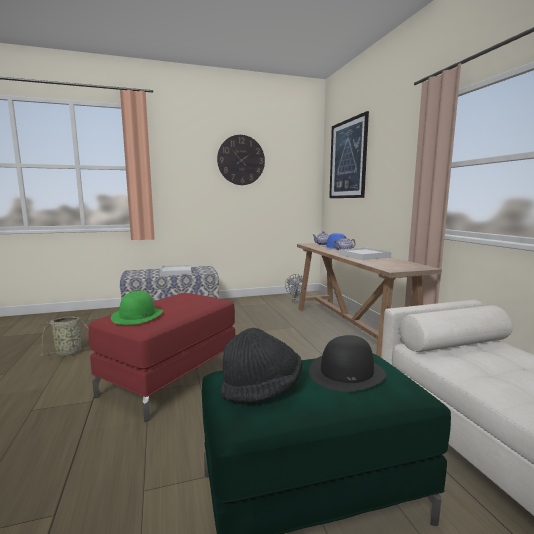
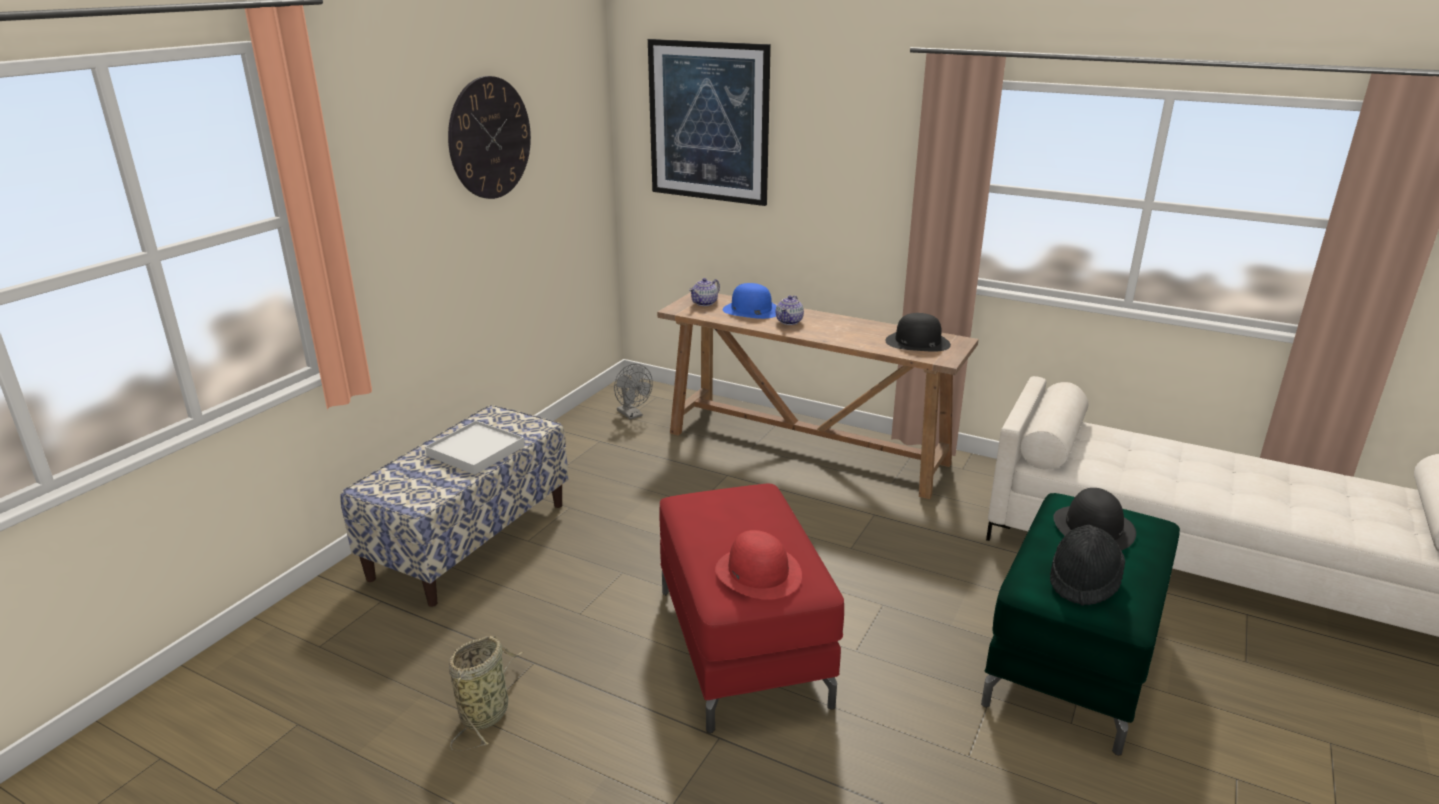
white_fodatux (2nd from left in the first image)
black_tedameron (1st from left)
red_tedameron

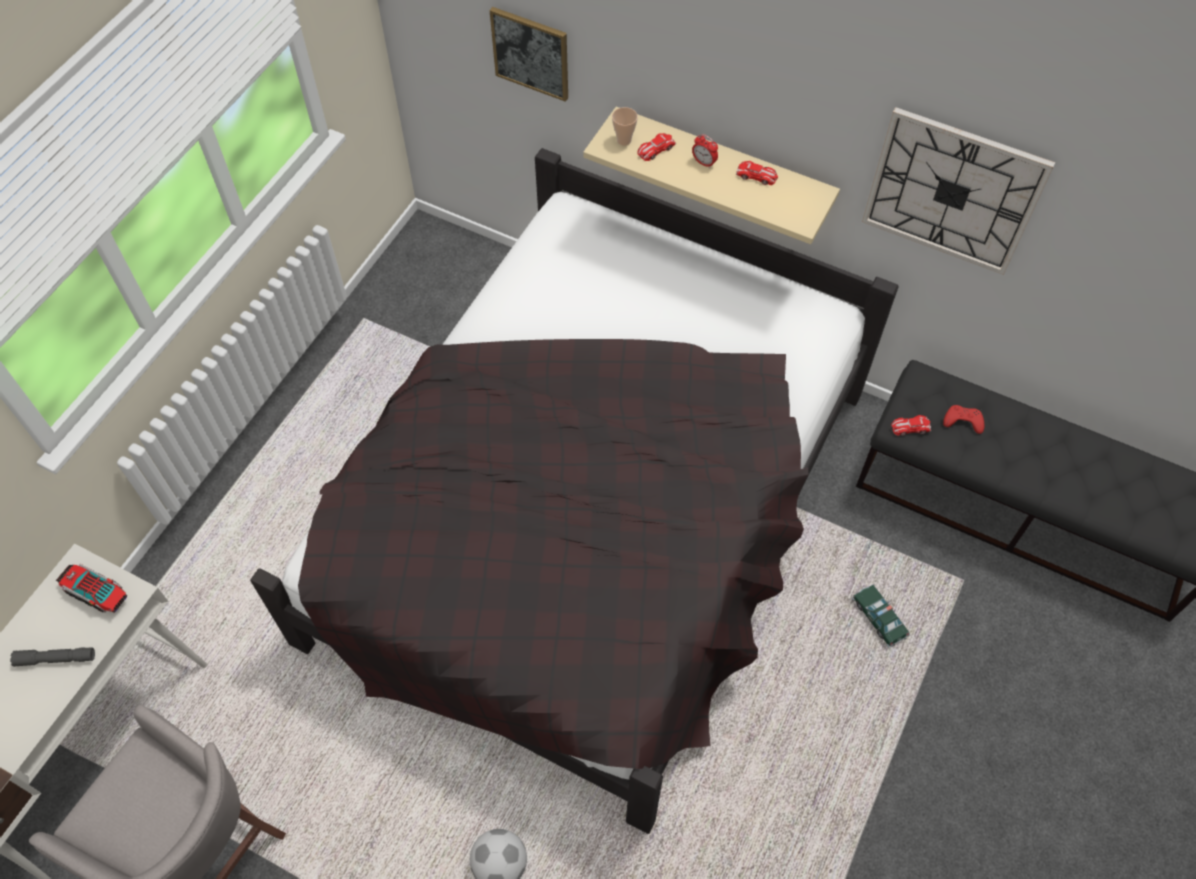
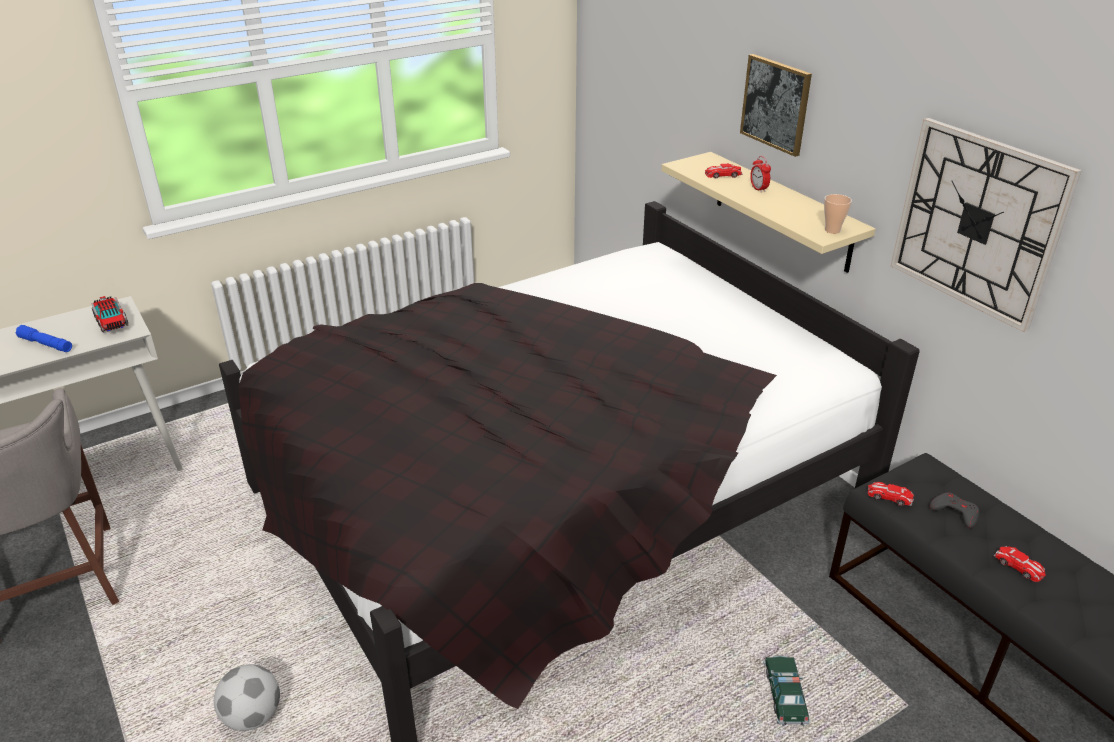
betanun
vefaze
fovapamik (4th from left)
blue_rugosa
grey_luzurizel

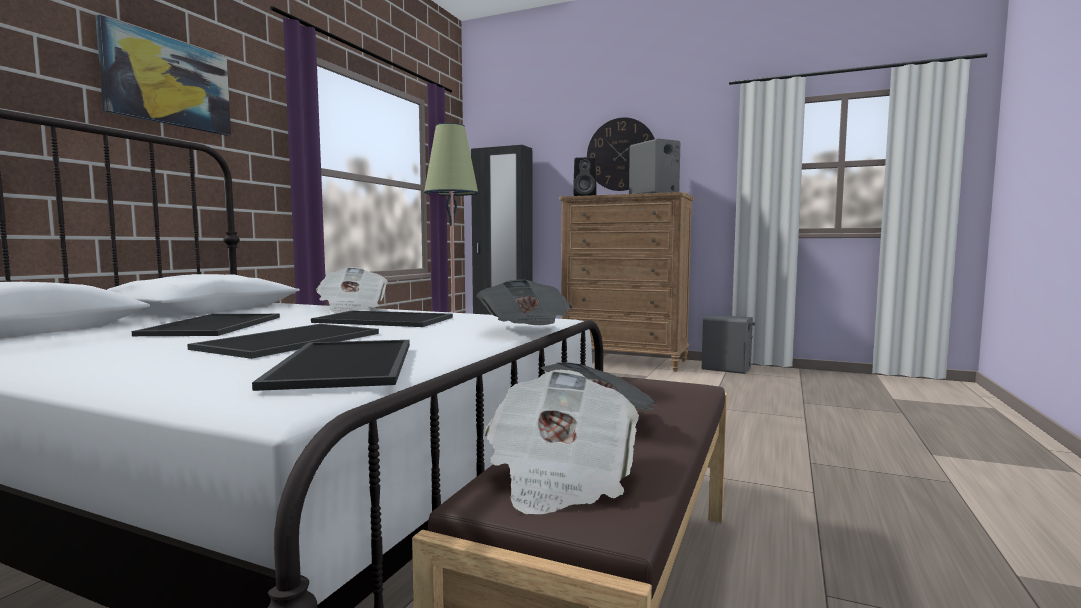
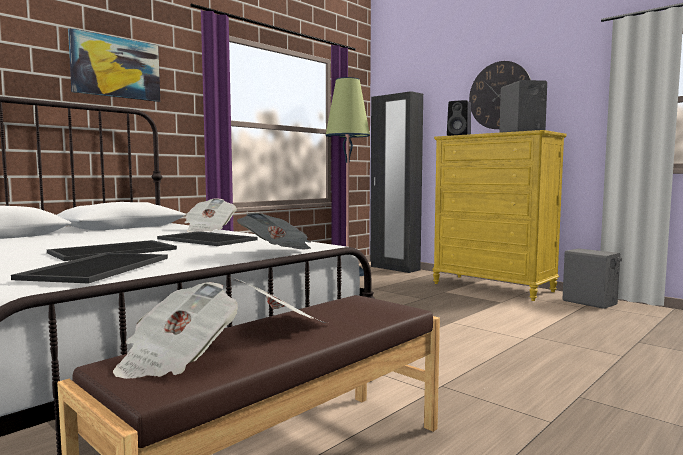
fodatux (1st from left in the first image)
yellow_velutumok

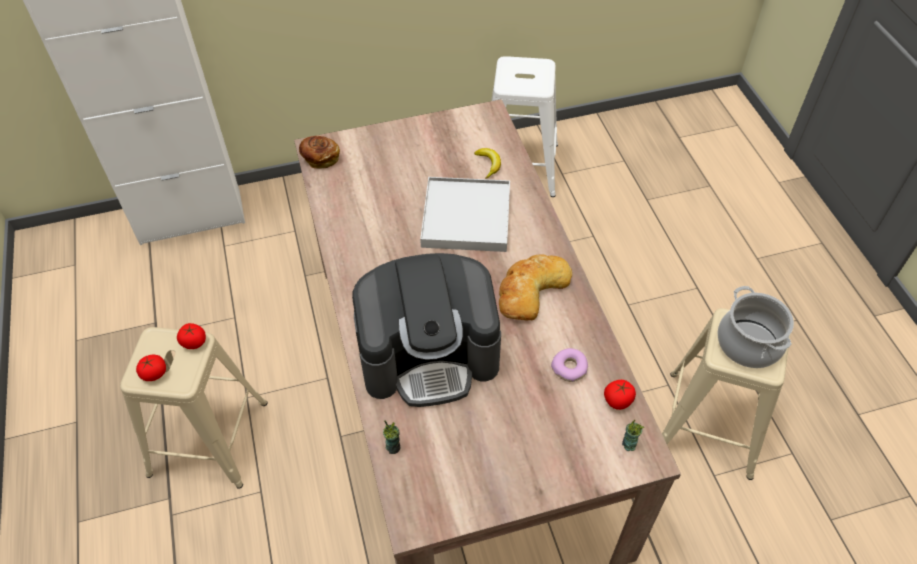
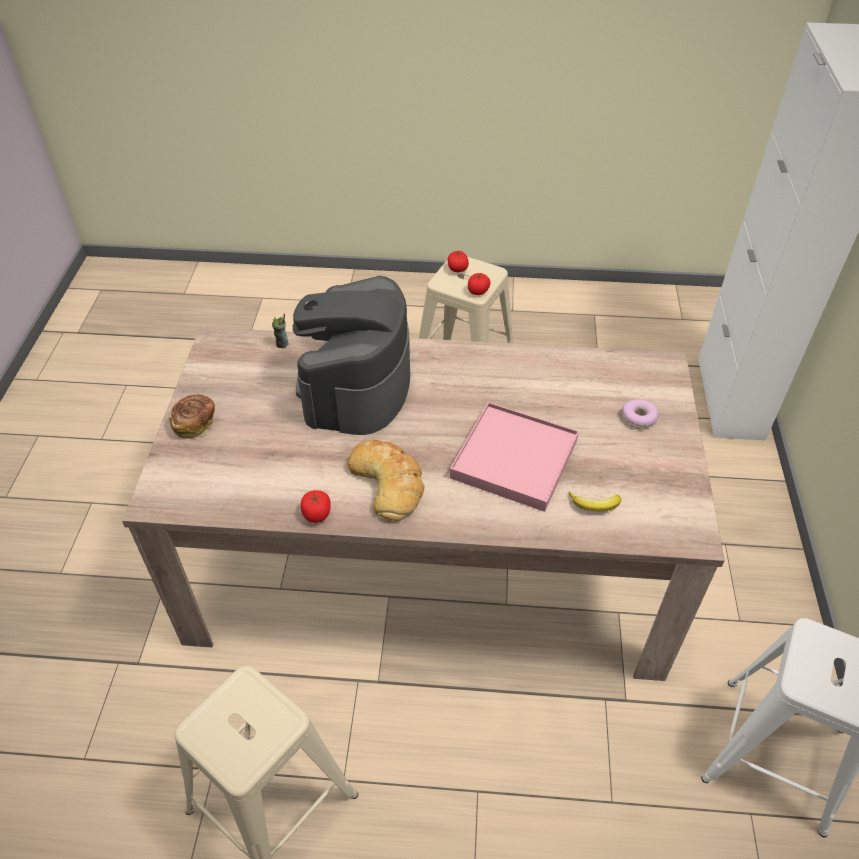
vefaze (2nd from left in the first image)
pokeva
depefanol (1st from left)
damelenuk
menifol (1st from left)
pink_fodatux

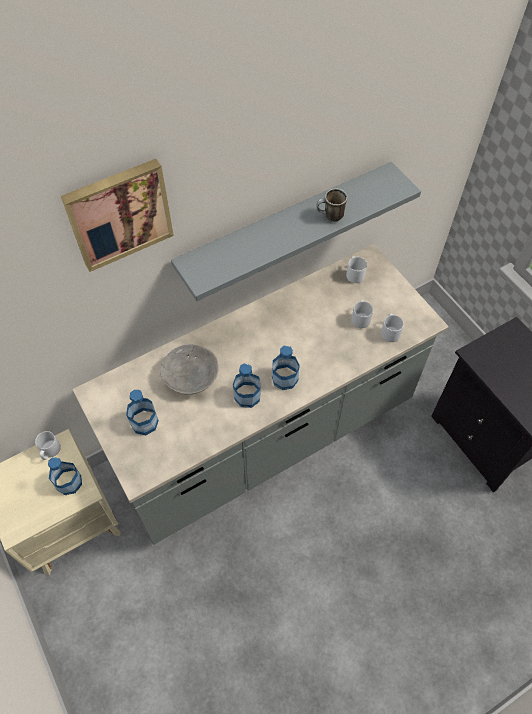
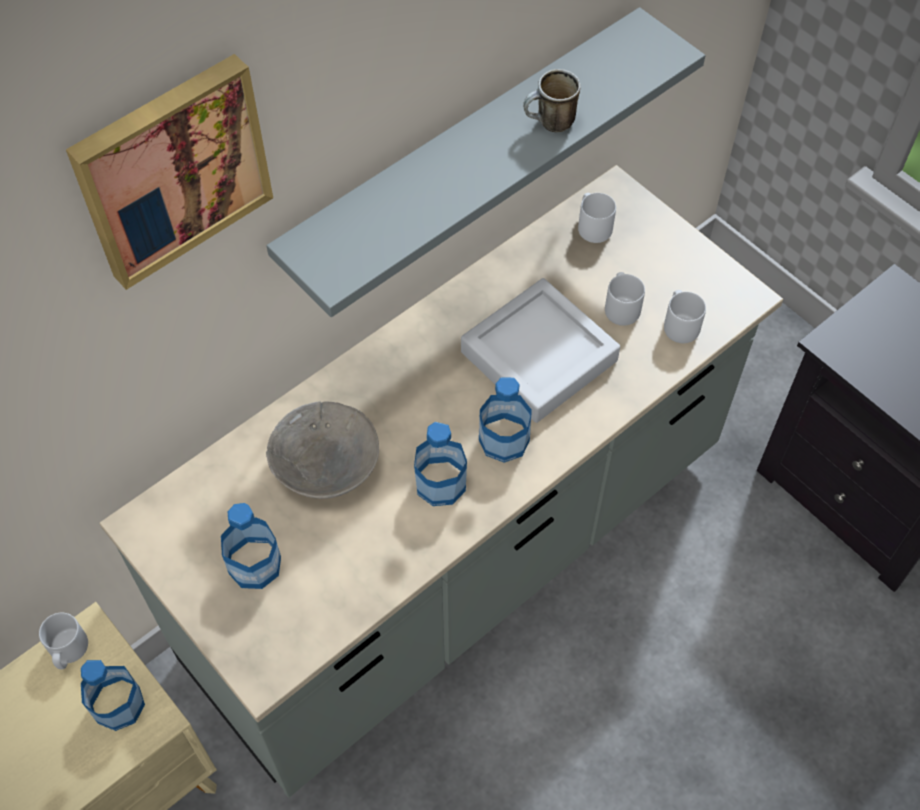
grey_fodatux

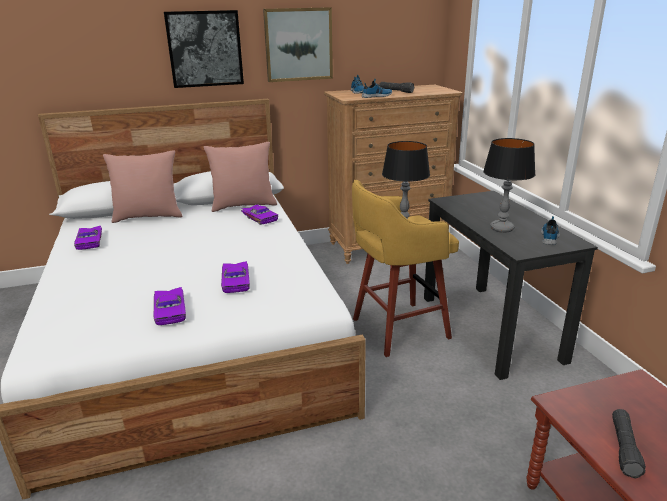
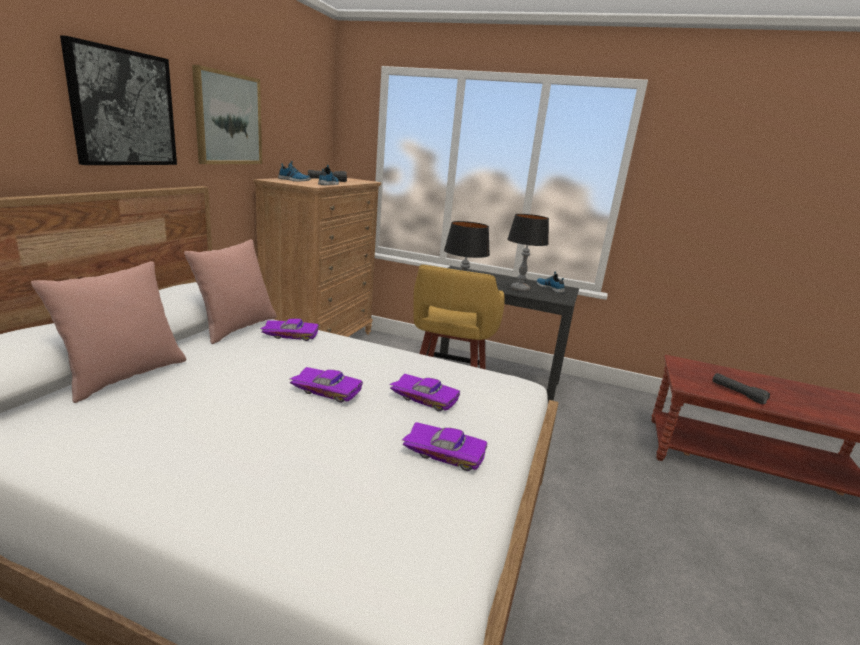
purple_fovapamik (2nd from left)

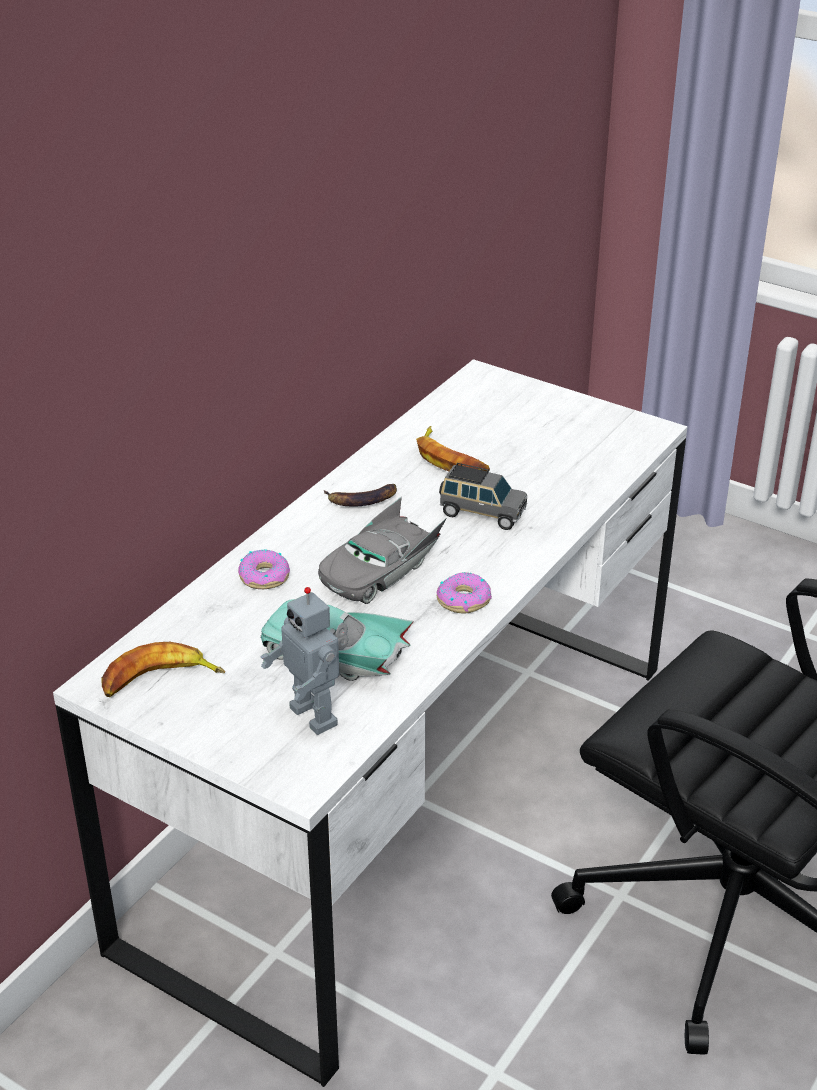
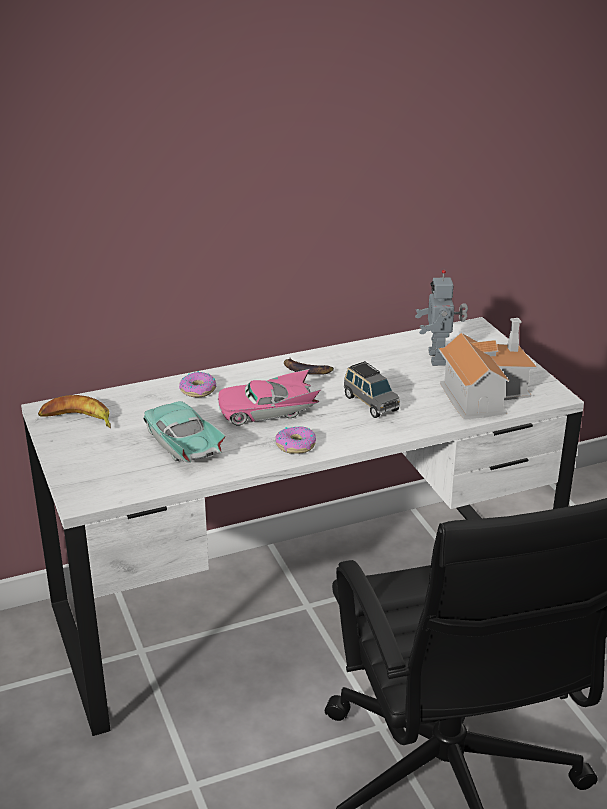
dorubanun (3rd from left in the first image)
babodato
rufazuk
pink_fovapamik

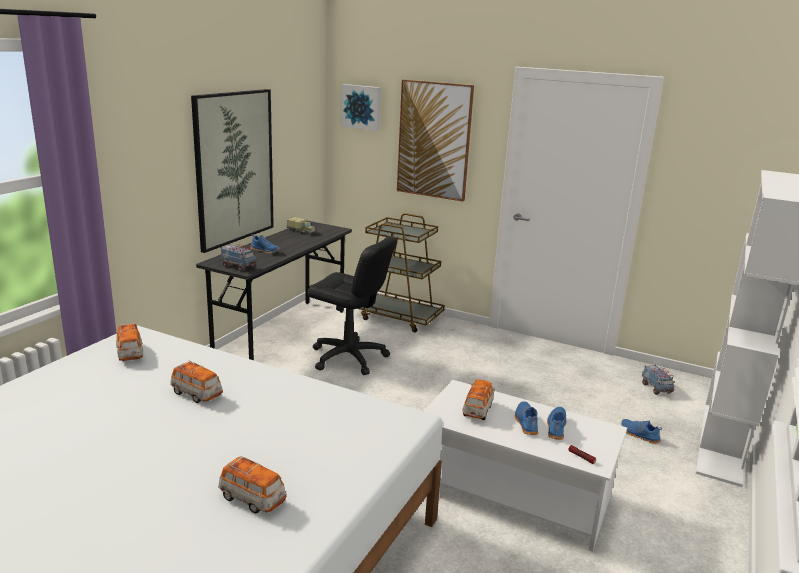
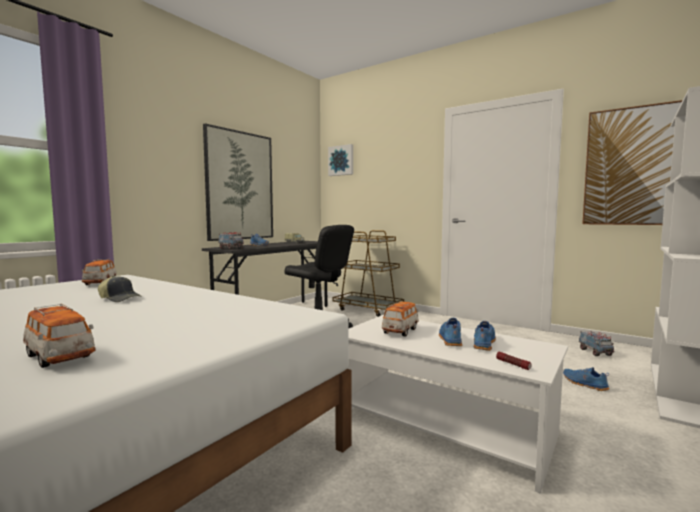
betanun (3rd from left)
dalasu

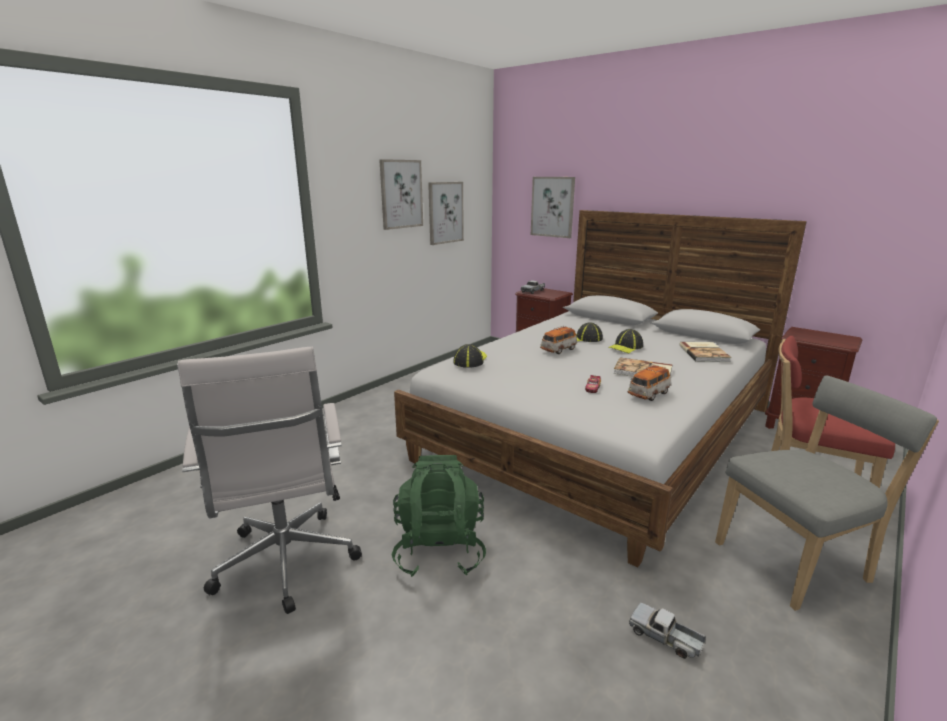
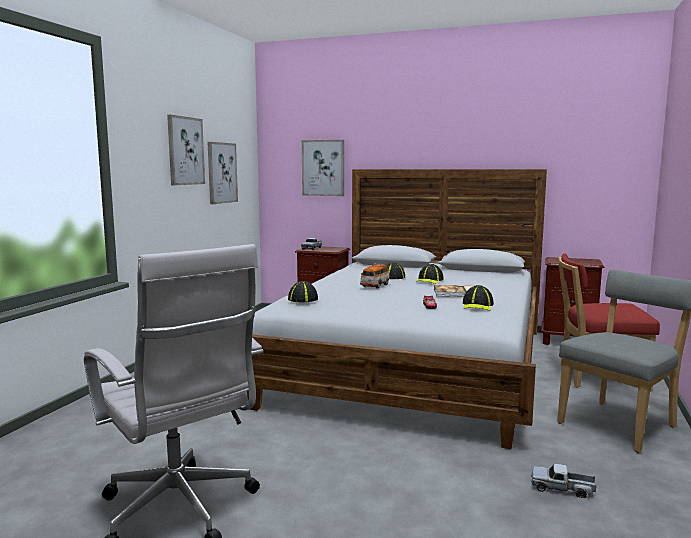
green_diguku
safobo (2nd from left in the first image)
dalasu (4th from left)

